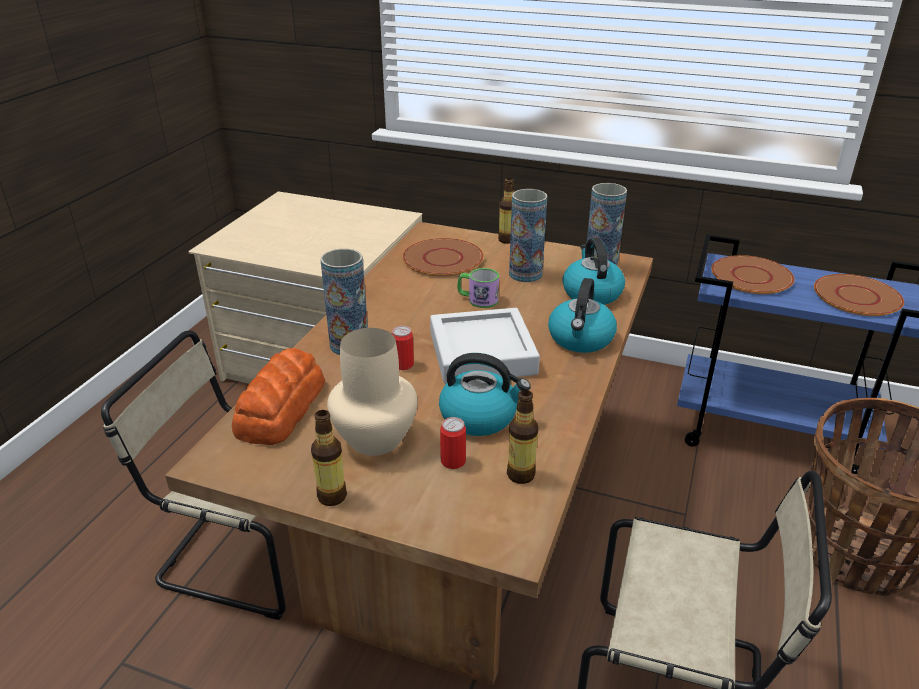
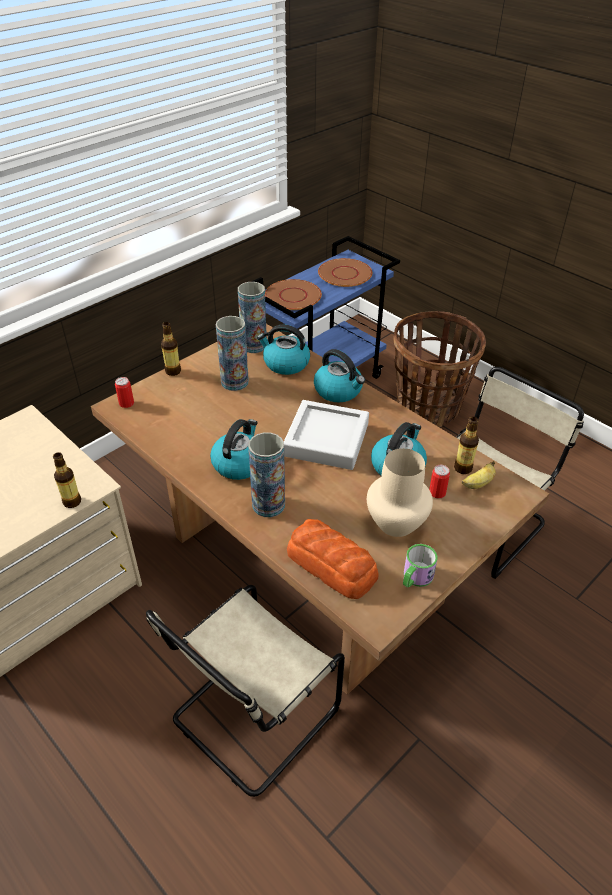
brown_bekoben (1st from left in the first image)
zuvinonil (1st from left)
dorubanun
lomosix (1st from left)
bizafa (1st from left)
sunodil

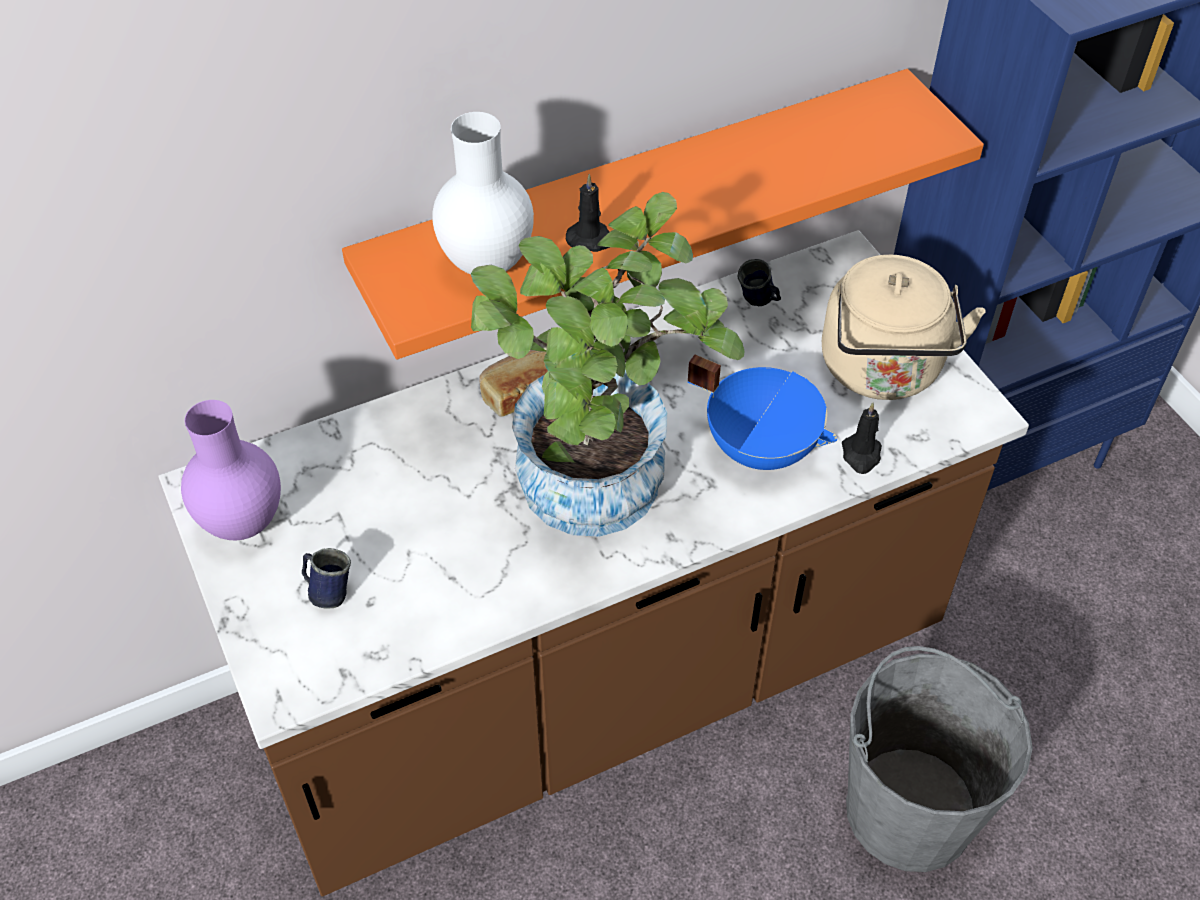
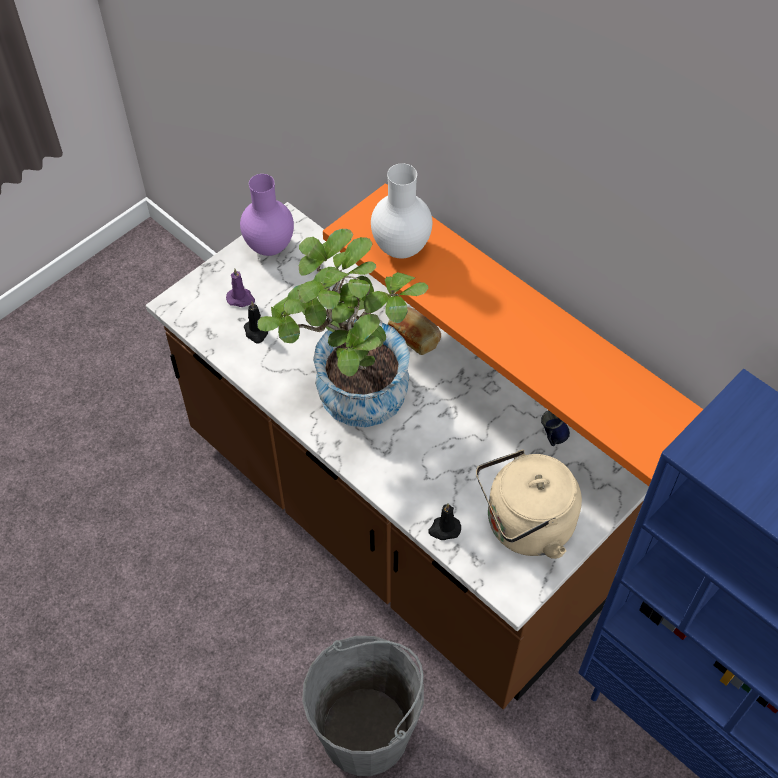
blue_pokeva
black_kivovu (1st from left)
purple_kivovu

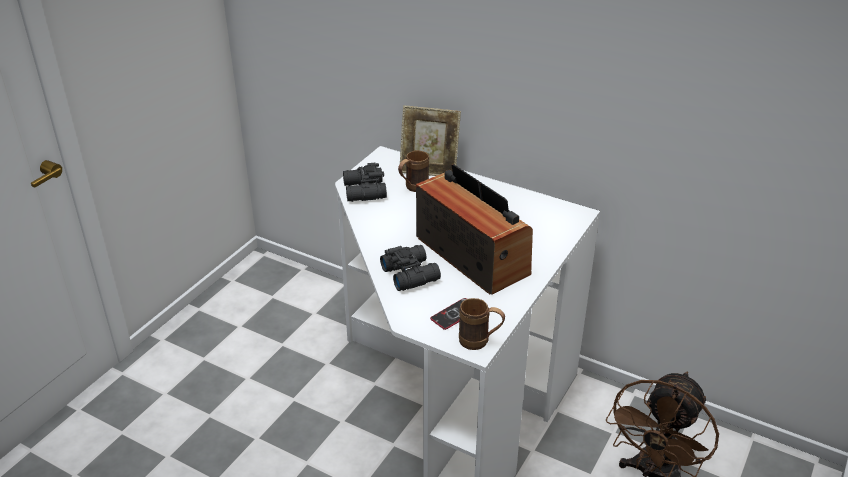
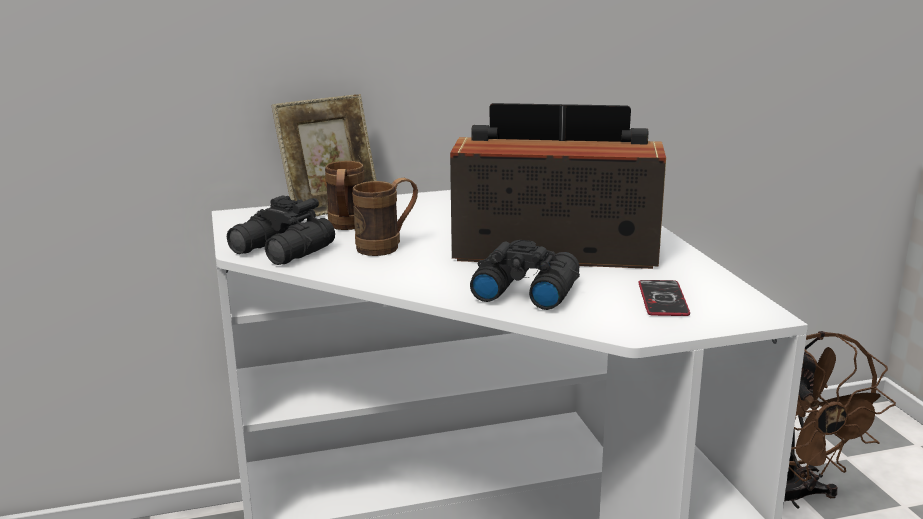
brown_sunodil (2nd from left)

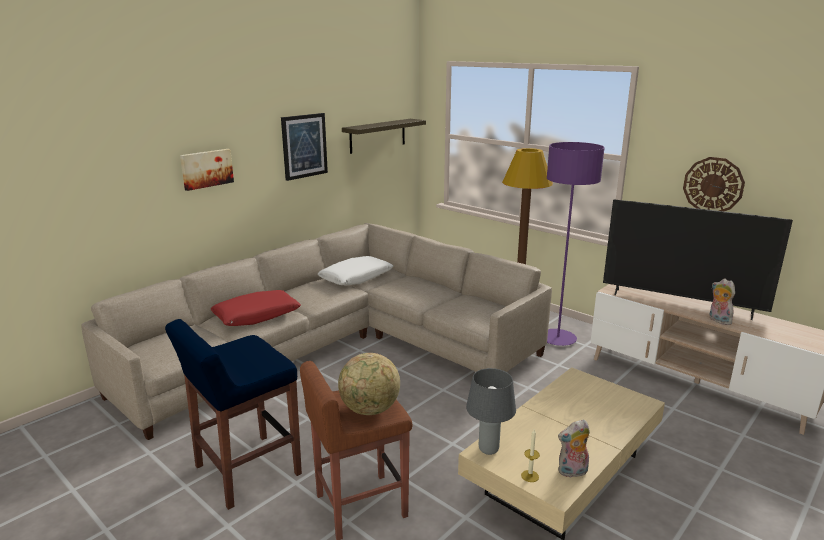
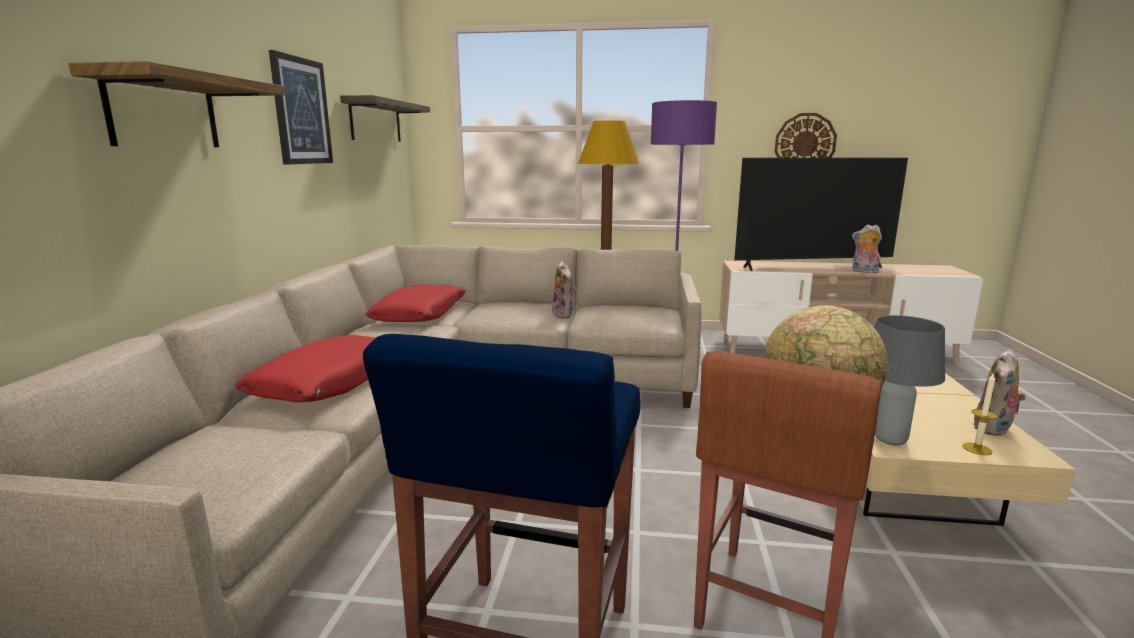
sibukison (1st from left)
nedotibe (1st from left)
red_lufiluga (2nd from left)

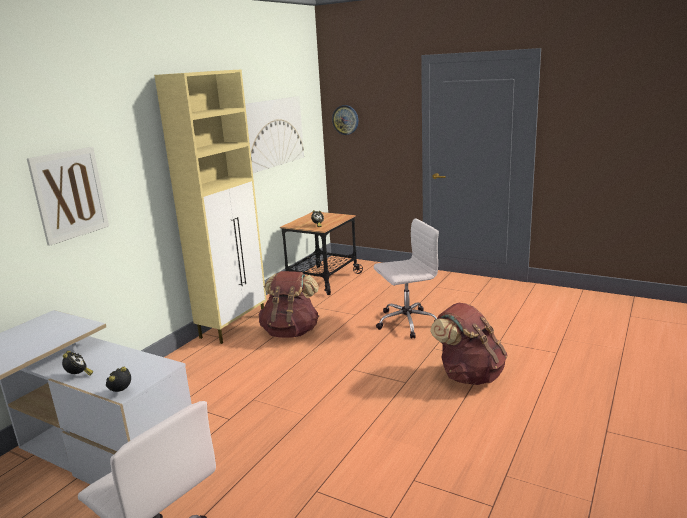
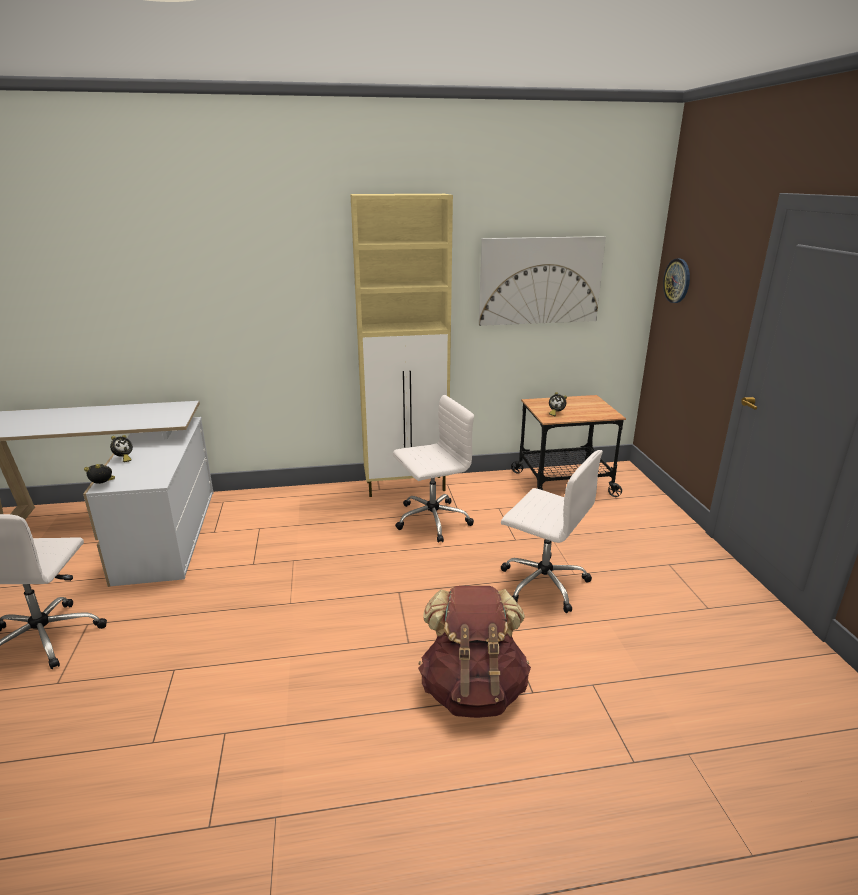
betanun (1st from left in the first image)
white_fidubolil (2nd from left)

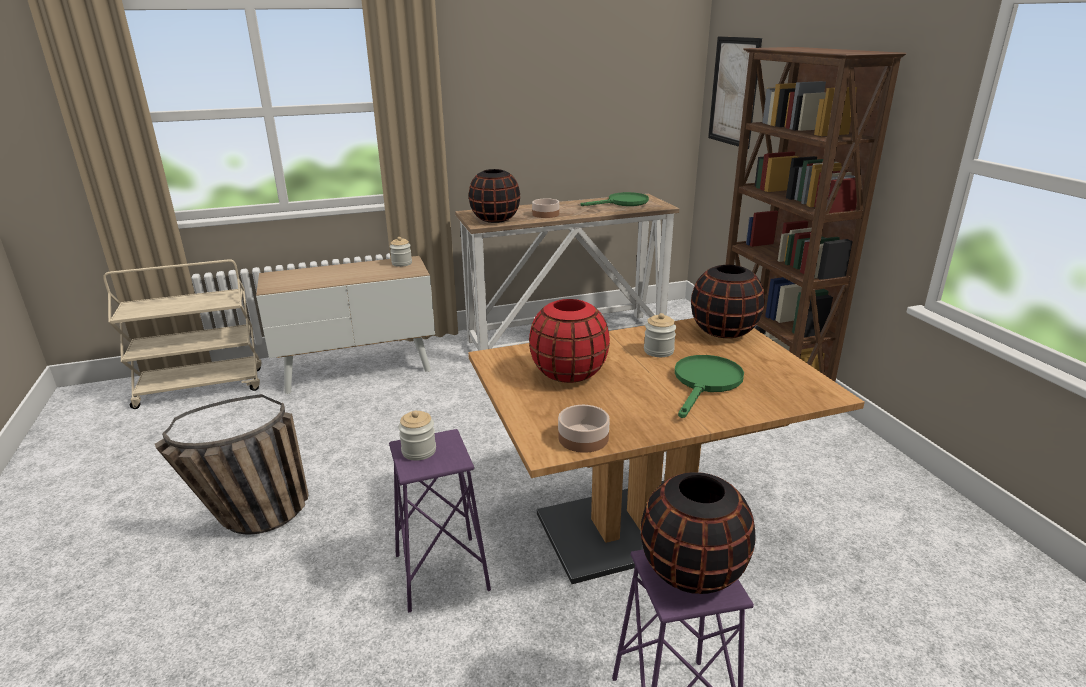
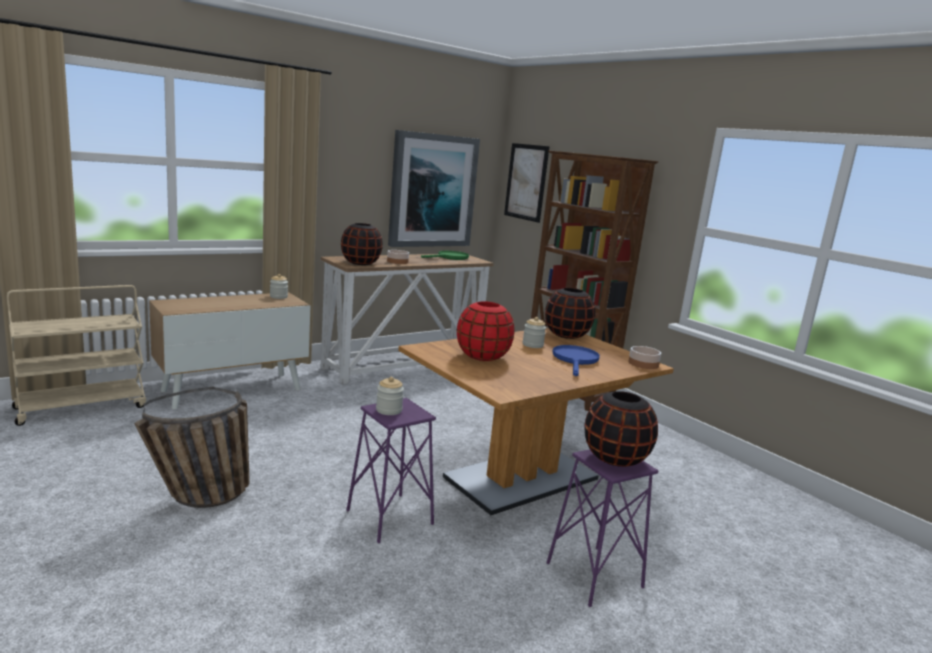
betanun (1st from left)
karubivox (2nd from left)
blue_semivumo

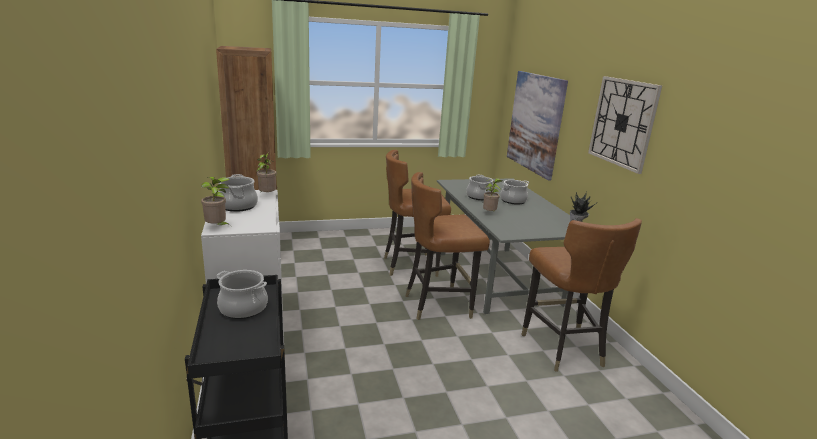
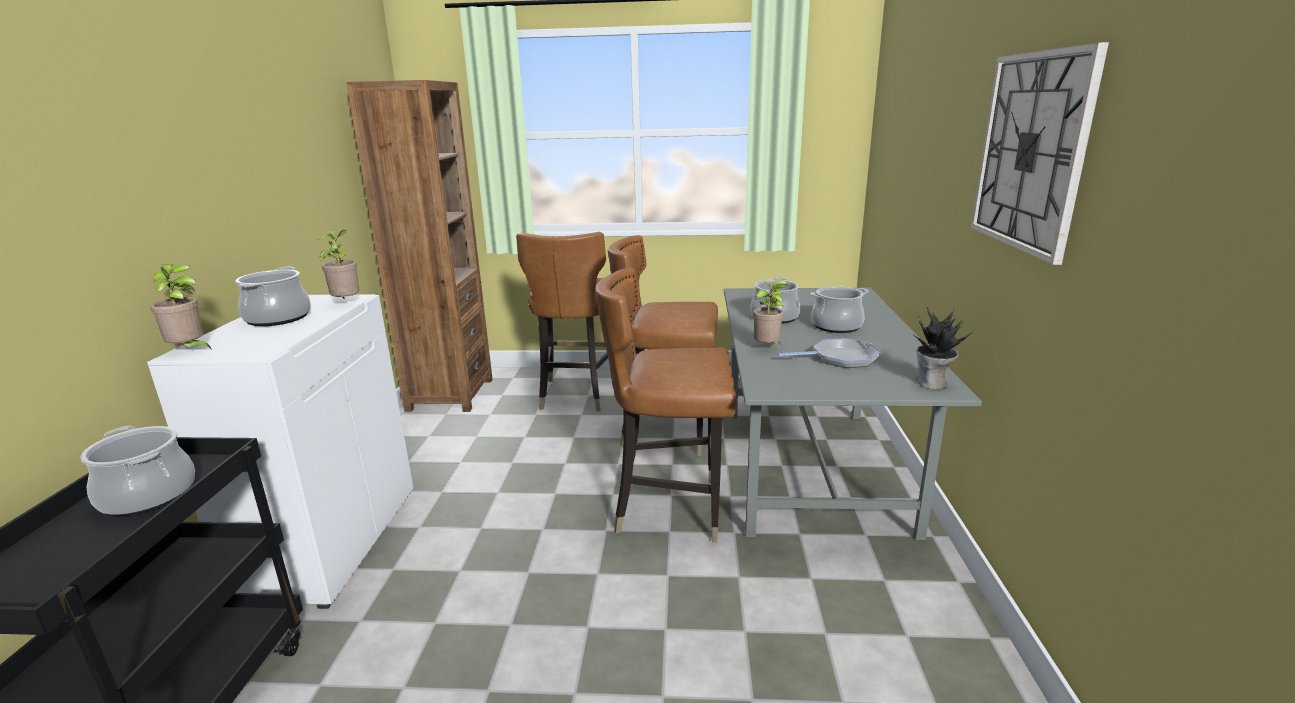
betanun
semivumo
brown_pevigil (1st from left)

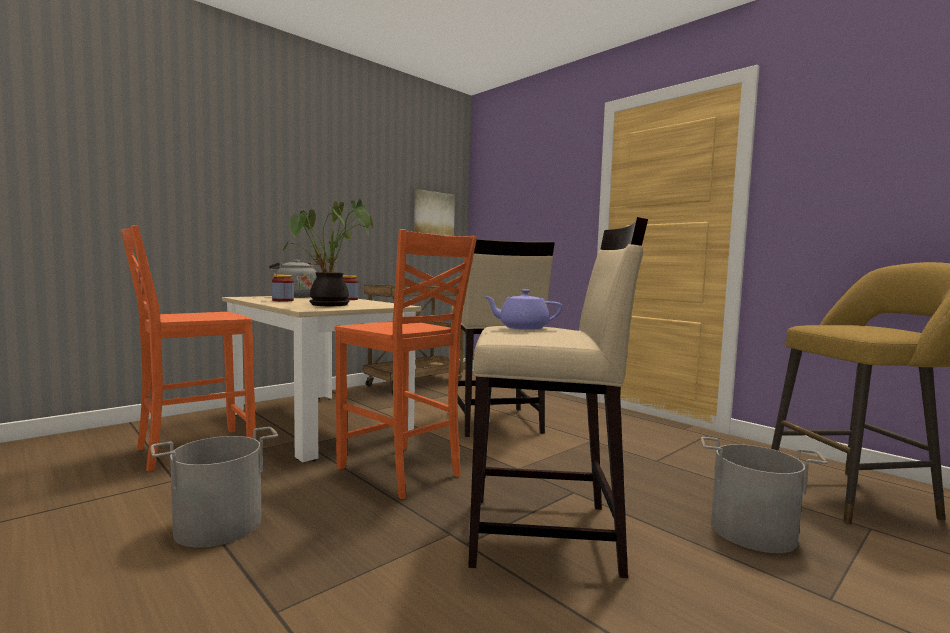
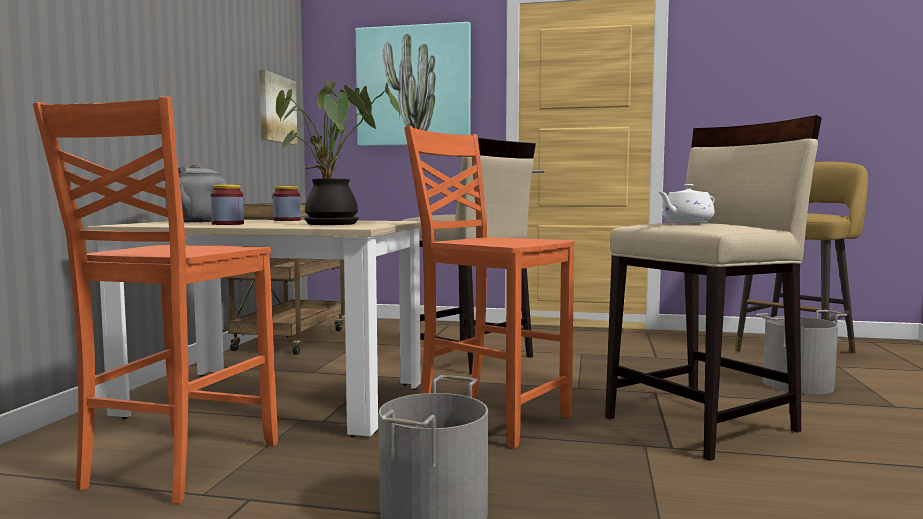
betanun (2nd from left)
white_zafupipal
orange_pevigil (2nd from left)

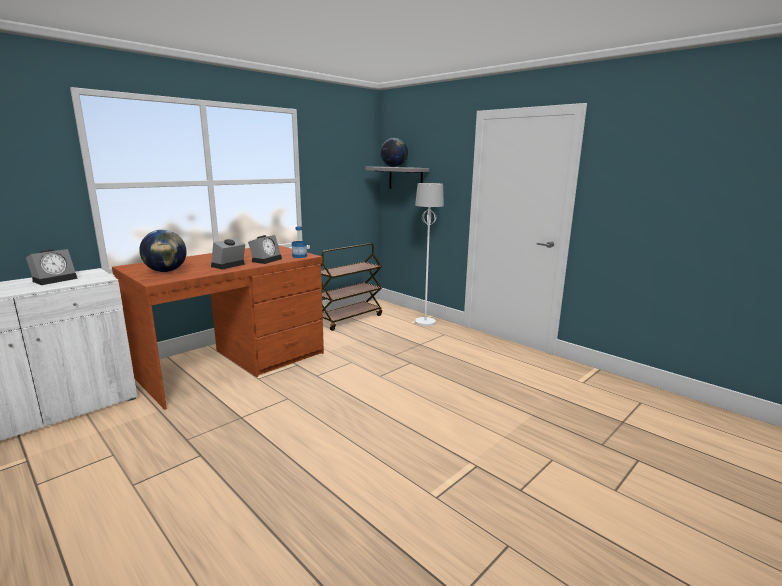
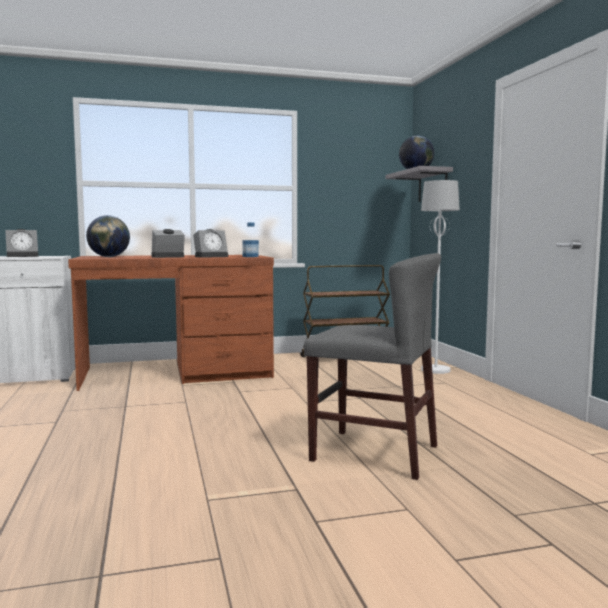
grey_pevigil

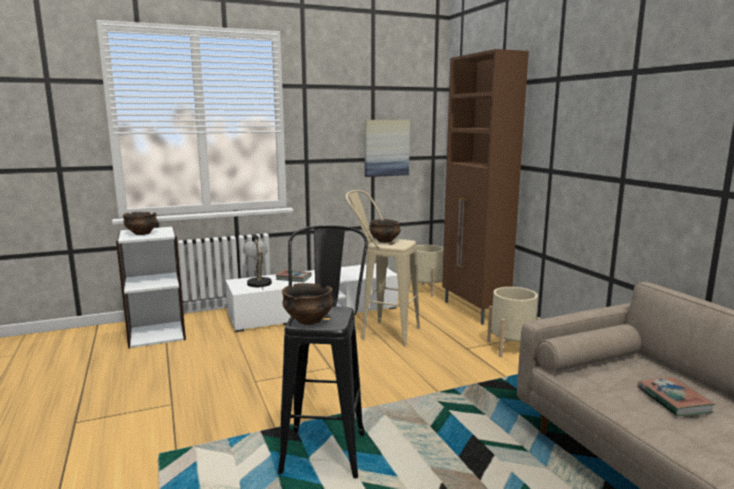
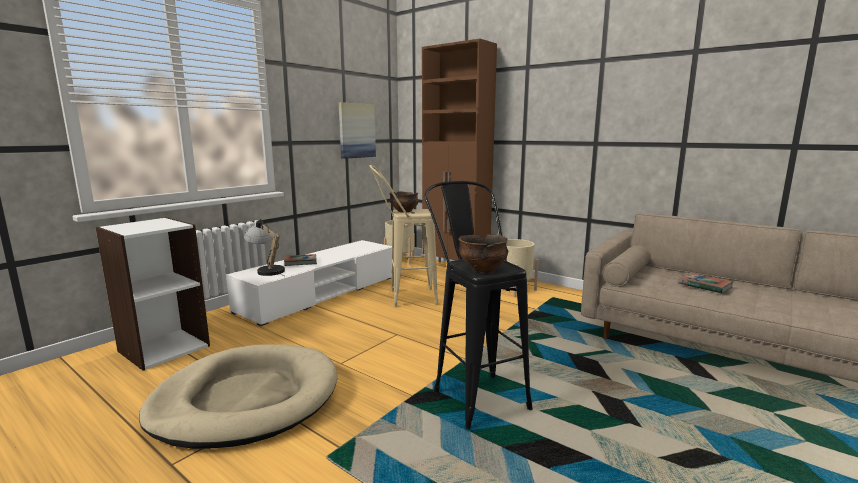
karubivox (1st from left in the first image)
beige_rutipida

